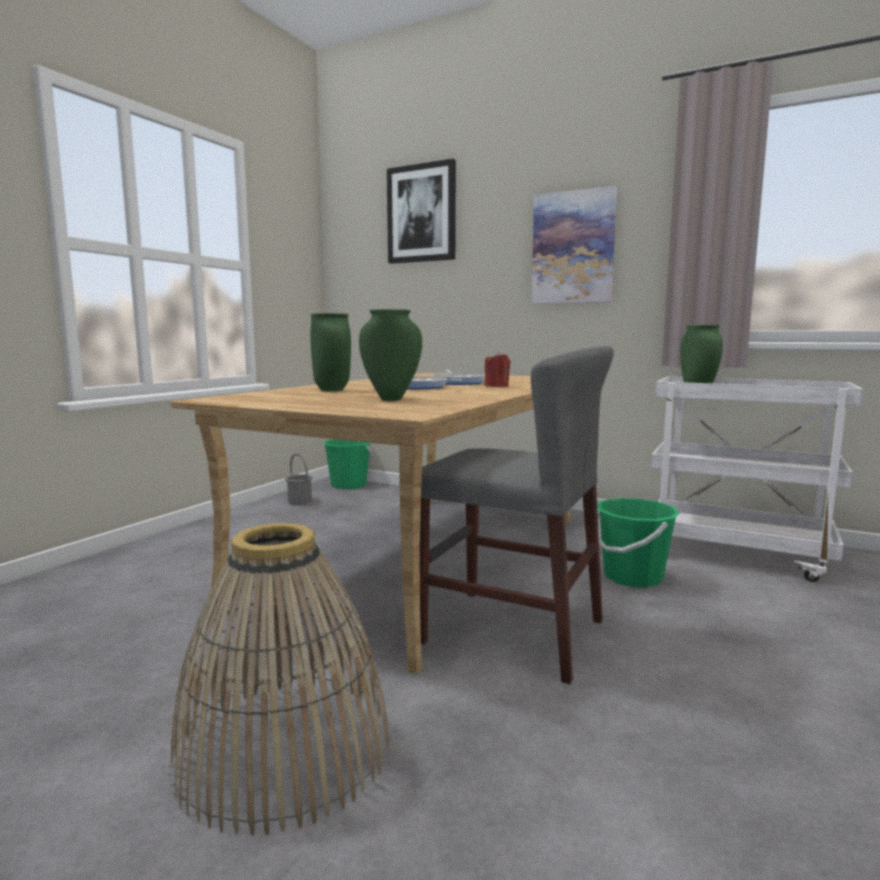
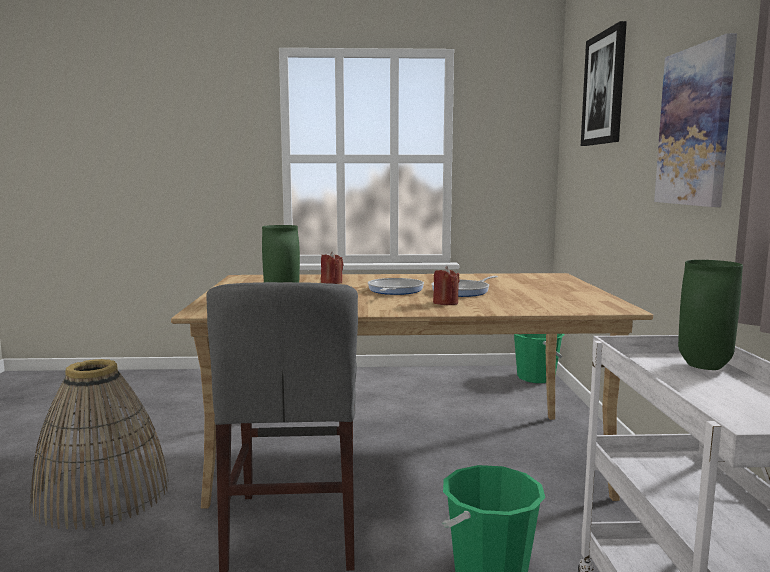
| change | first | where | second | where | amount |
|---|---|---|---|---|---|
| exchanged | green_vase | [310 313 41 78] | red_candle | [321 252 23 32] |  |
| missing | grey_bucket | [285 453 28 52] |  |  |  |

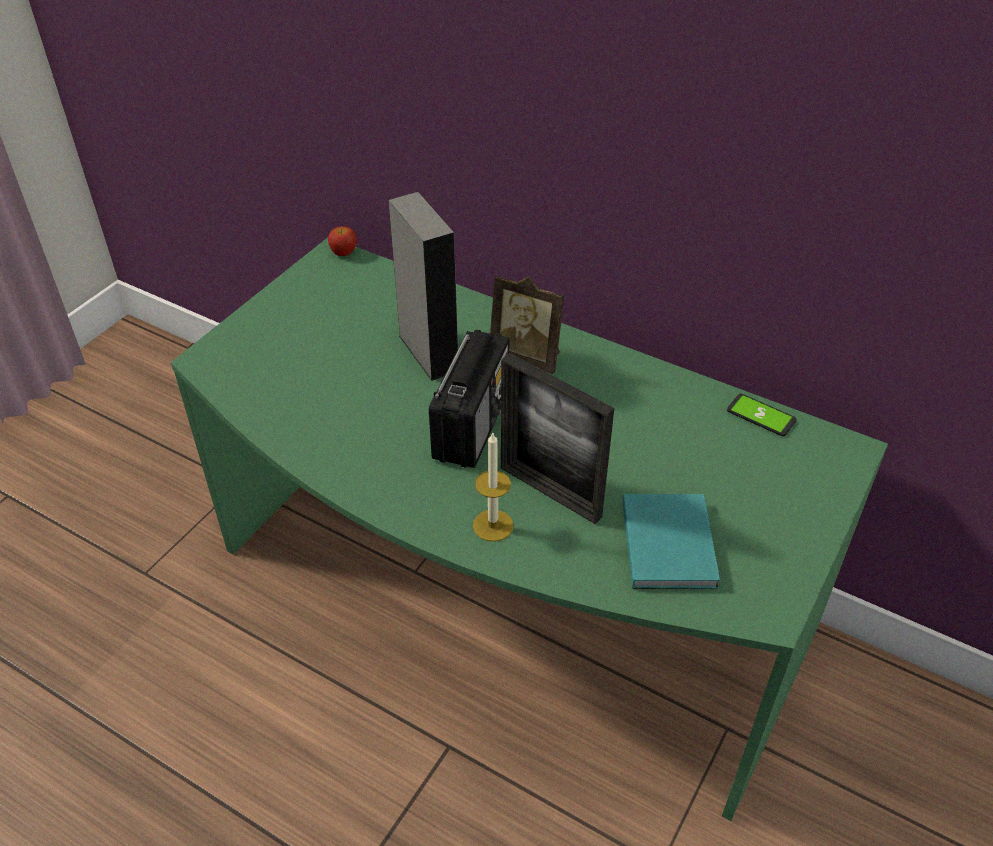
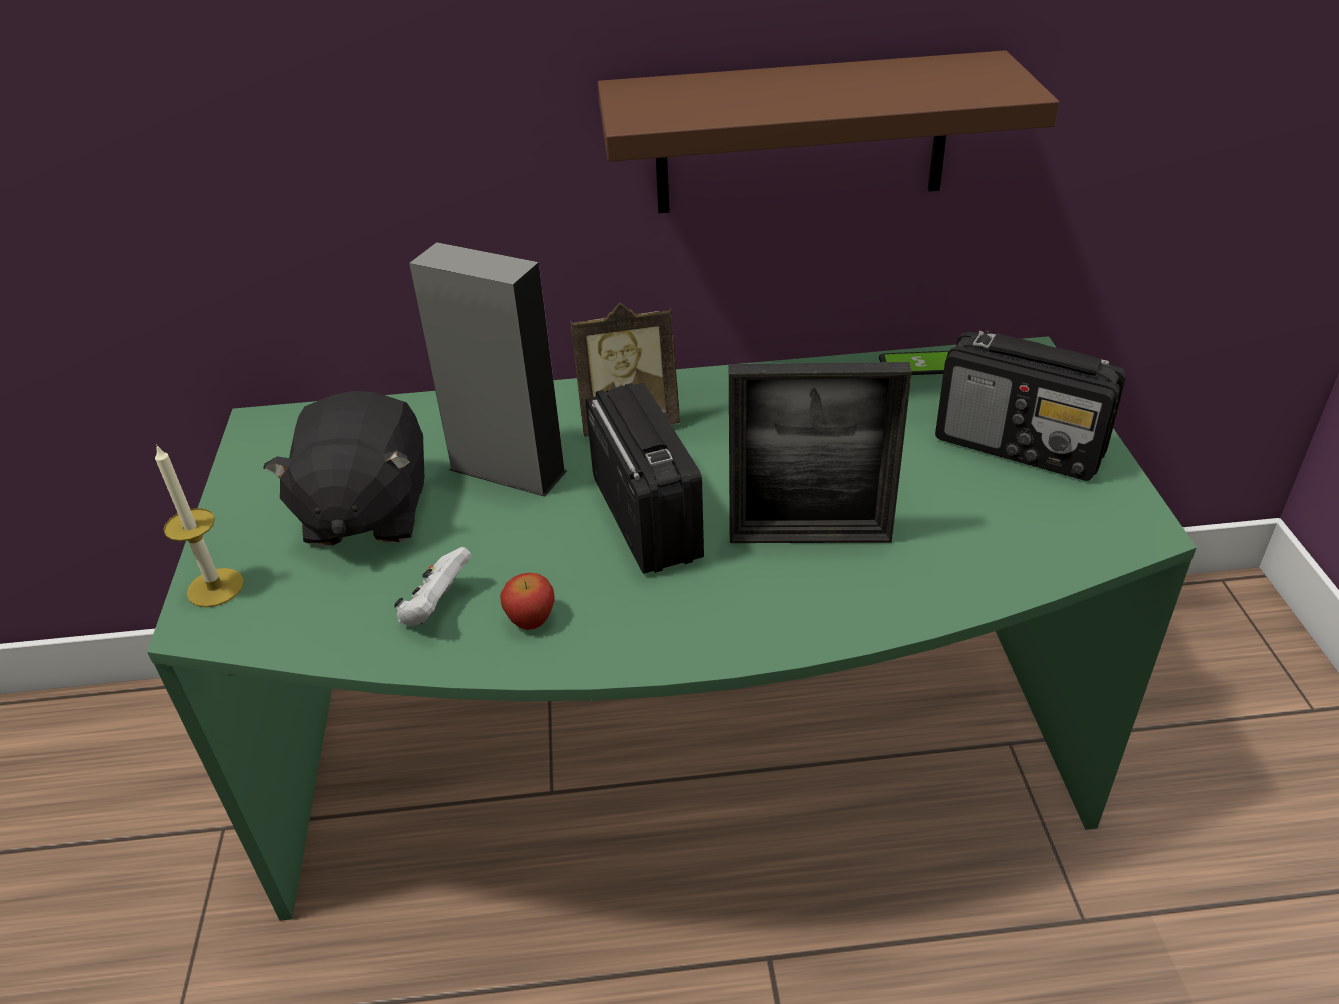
| change | first | where | second | where | amount |
|---|---|---|---|---|---|
| relocated | apple | [328 226 29 30] |  | [500 573 55 57] |  |
| relocated | candle | [473 433 40 109] |  | [155 444 89 163] |  |
| missing | turquoise_book | [623 494 97 95] |  |  |  |
| appeared |  |  | brown_shelf | [598 50 461 163] |  |
| appeared |  |  | radio | [935 331 191 150] |  |
| appeared |  |  | black_plush_toy | [263 391 161 155] |  |
| appeared |  |  | white_game_controller | [394 547 78 79] |  |

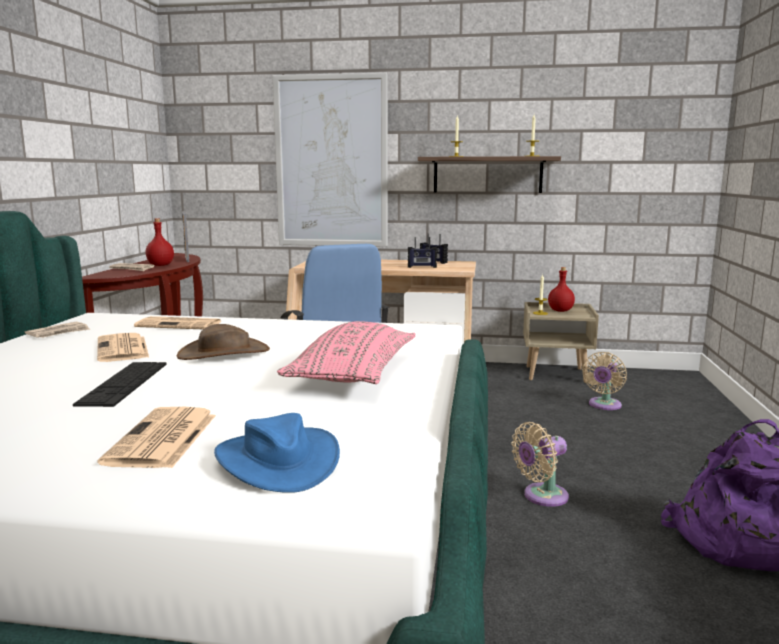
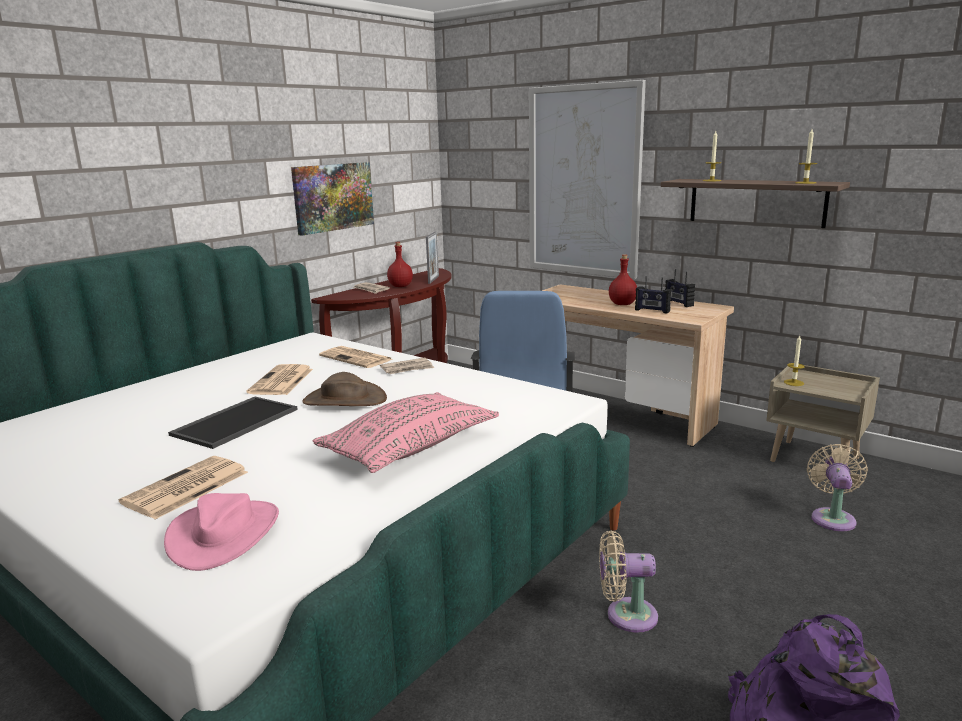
| change | first | where | second | where | amount |
|---|---|---|---|---|---|
| relocated | red_bottle | [548 267 27 45] |  | [609 254 28 51] |  |
| relocated | newspaper | [25 322 66 16] |  | [380 358 54 16] |  |
| spun | beige_fan | [582 352 45 58] |  | [807 444 61 87] | 135 degrees clockwise |
| exchanged | keyboard | [73 362 94 45] | tray | [168 397 130 52] |  |
| colour | blue_hat | [214 413 126 80] | pink_hat | [164 493 115 78] |  |
| appeared |  |  | picture | [291 162 83 74] |  |

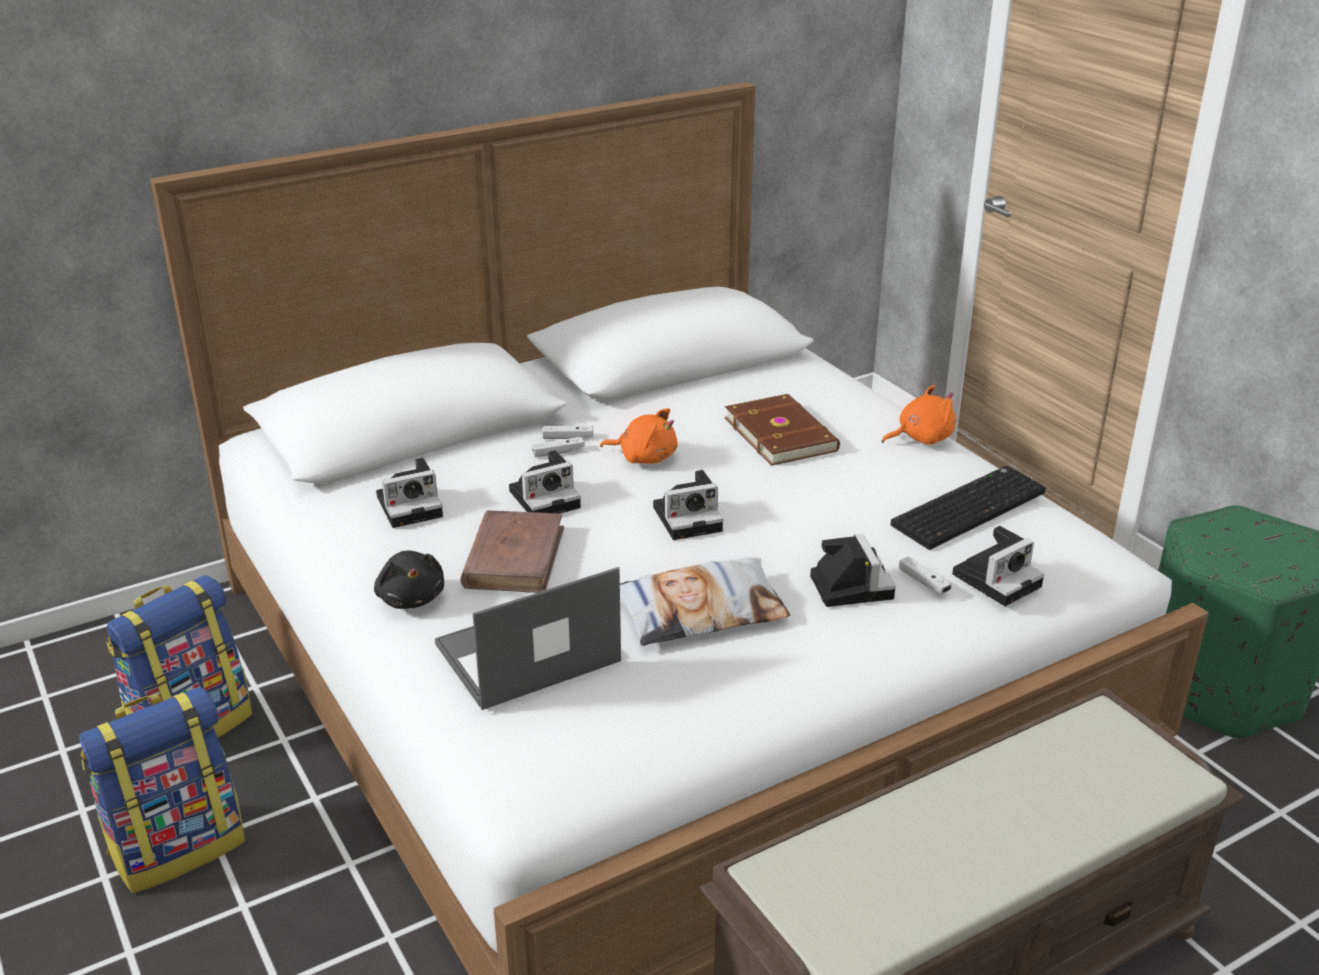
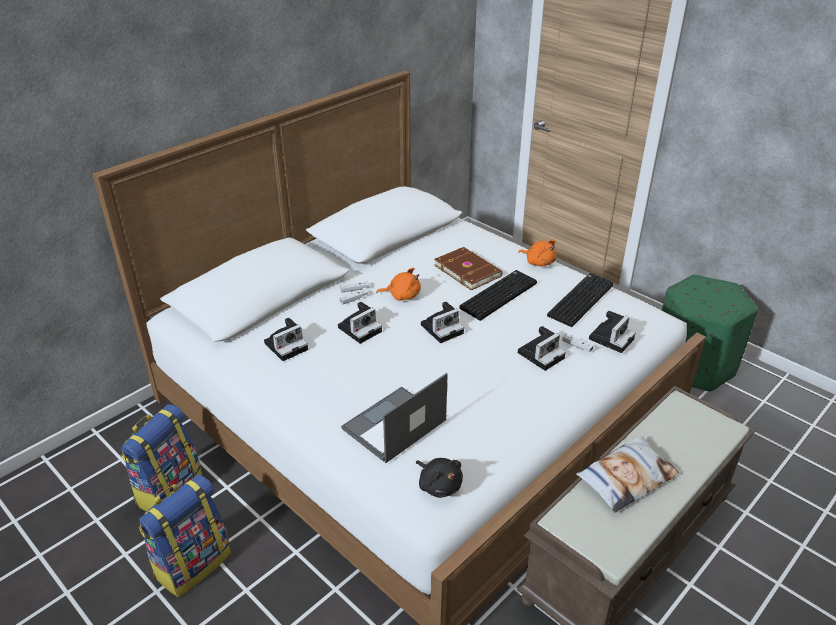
| change | first | where | second | where | amount |
|---|---|---|---|---|---|
| spun | orange_plush_toy | [882 385 74 60] |  | [518 240 39 26] | 75 degrees clockwise |
| missing | brown_book | [461 510 103 83] |  |  |  |
| spun | photo_camera | [810 534 86 73] |  | [518 326 48 45] | 75 degrees clockwise |
| relocated | black_plush_toy | [374 550 70 59] |  | [416 458 47 40] |  |
| relocated | pillow | [620 557 170 89] |  | [576 436 103 77] |  |
| appeared |  |  | keyboard | [459 270 78 51] |  |

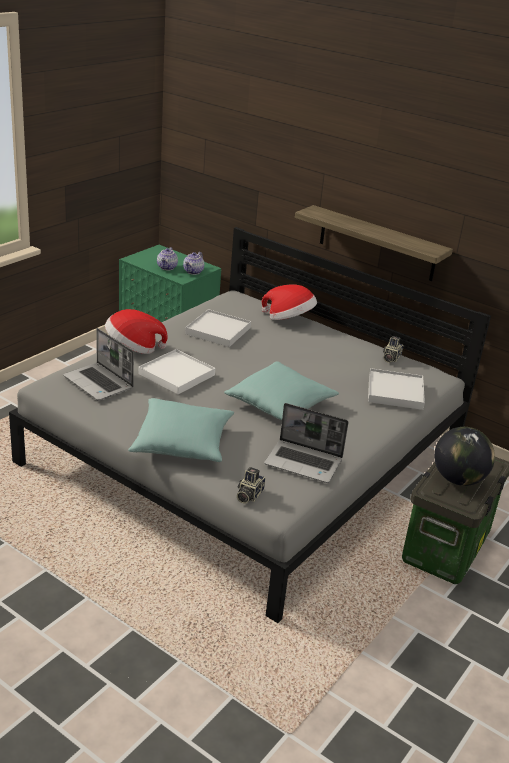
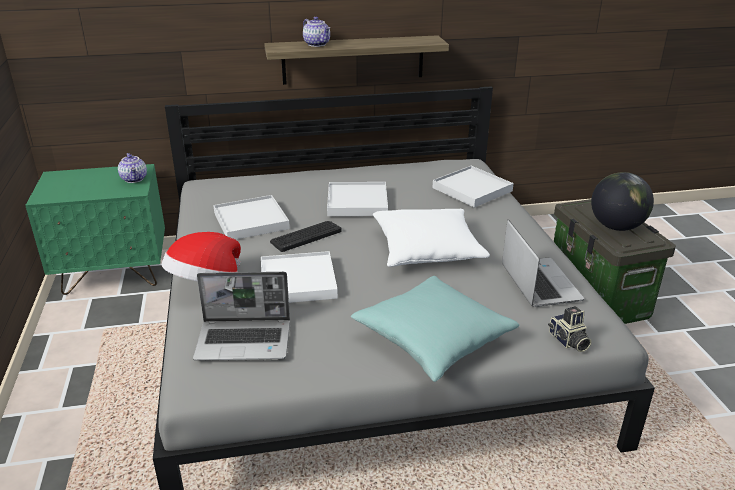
| change | first | where | second | where | amount |
|---|---|---|---|---|---|
| relocated | teapot | [157 247 21 23] |  | [303 17 27 30] |  |
| missing | hat | [262 284 55 36] |  |  |  |
| missing | photo_camera | [383 336 20 27] |  |  |  |
| colour | turquoise_pillow | [224 361 115 59] | white_pillow | [373 209 117 58] |  |
| spun | laptop | [264 403 85 80] |  | [502 220 82 87] | 75 degrees counterclockwise |
| appeared |  |  | white_tray | [327 182 61 34] |  |
| appeared |  |  | keyboard | [270 221 72 31] |  |

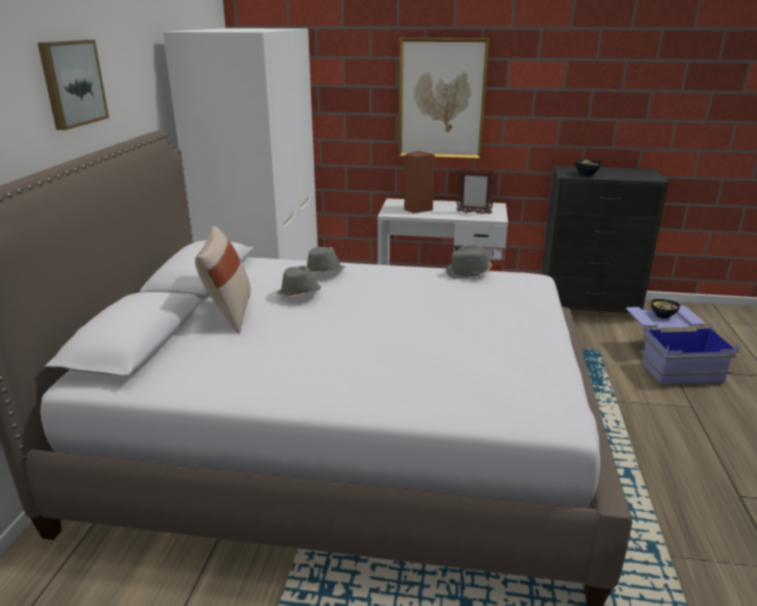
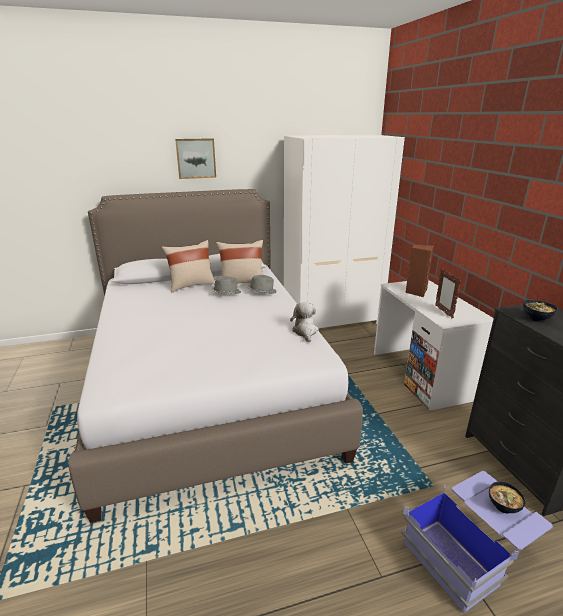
| change | first | where | second | where | amount |
|---|---|---|---|---|---|
| missing | picture | [398 38 92 121] |  |  |  |
| exchanged | grey_hat | [446 245 46 35] | plush_toy | [290 302 29 40] |  |
| appeared |  |  | beige_pillow | [216 240 47 43] |  |

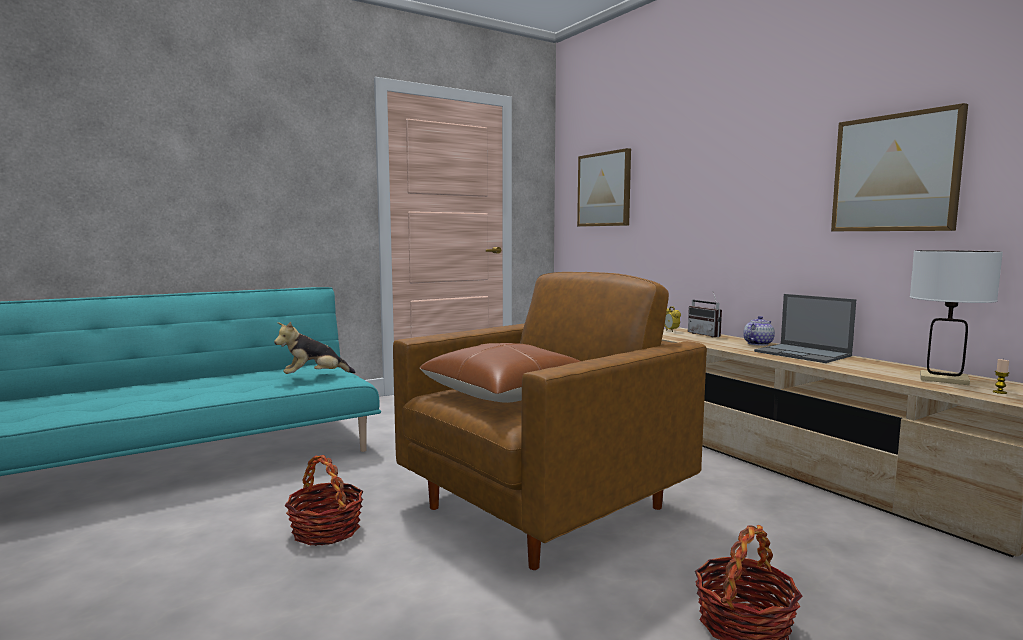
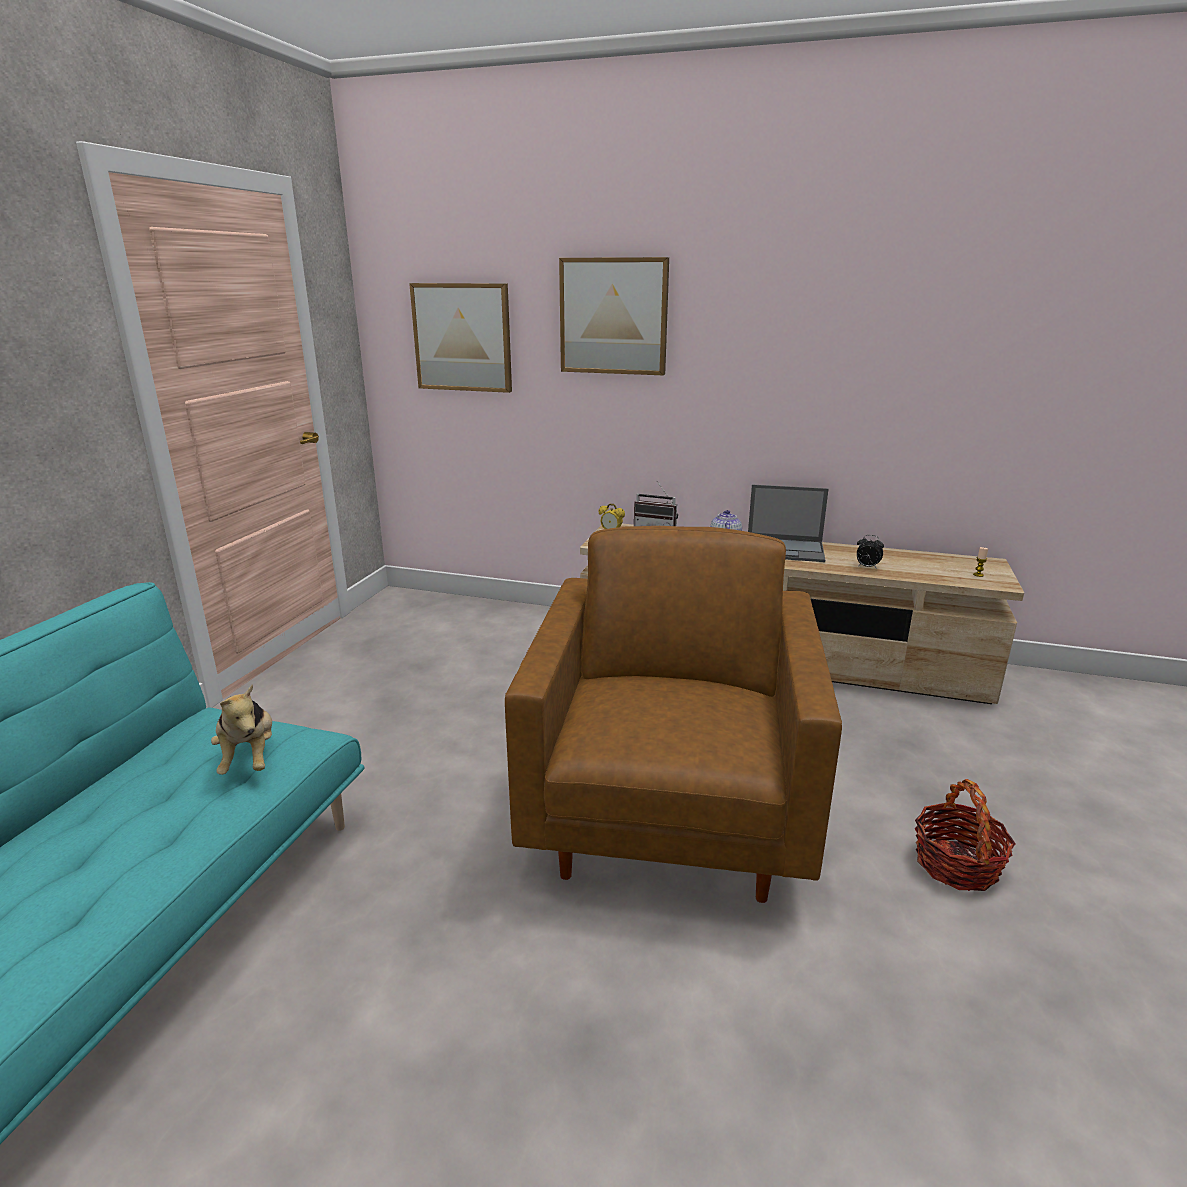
| change | first | where | second | where | amount |
|---|---|---|---|---|---|
| relocated | picture | [831 103 137 128] |  | [559 257 110 118] |  |
| missing | white_table_lamp | [910 250 93 135] |  |  |  |
| spun | plush_toy | [274 322 82 52] |  | [211 685 61 90] | 45 degrees counterclockwise |
| missing | brown_pillow | [419 343 162 60] |  |  |  |
| missing | basket | [284 455 79 91] |  |  |  |
| appeared |  |  | alarm_clock | [857 535 27 34] |  |

